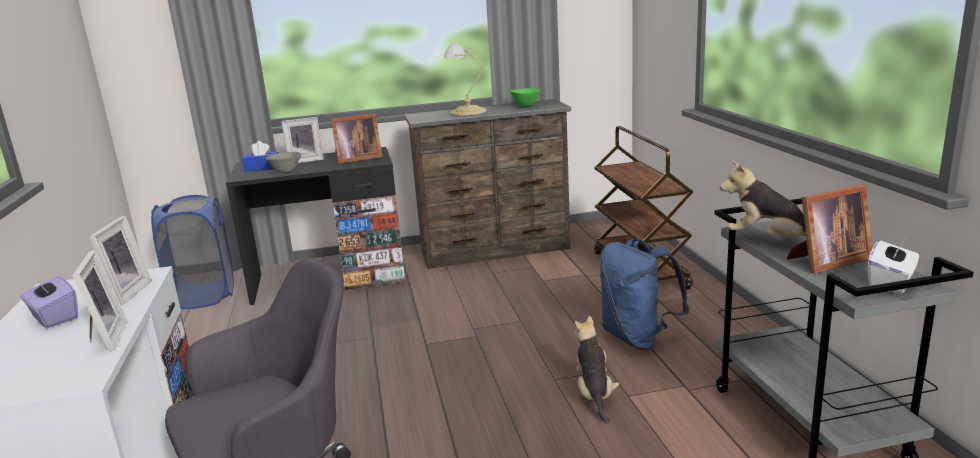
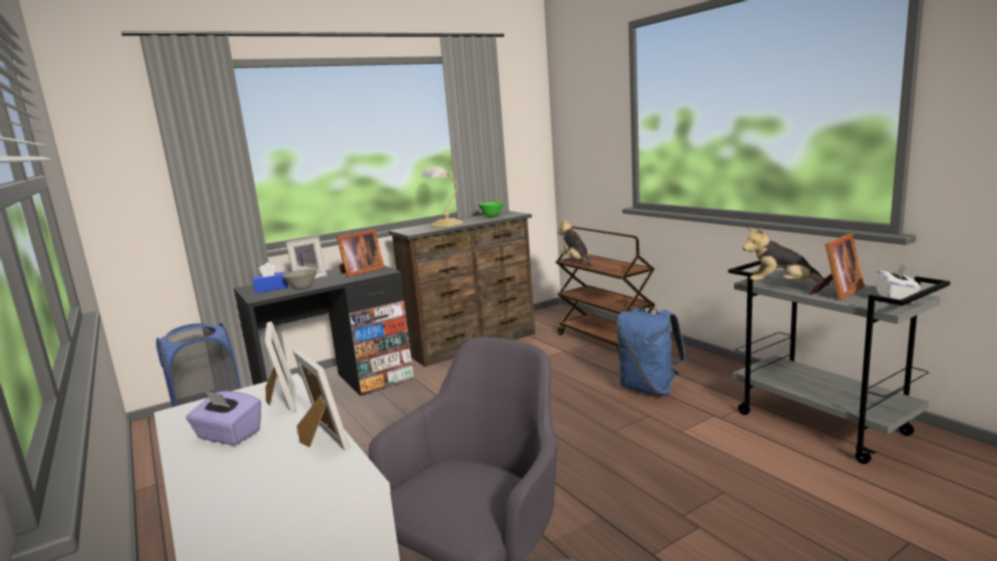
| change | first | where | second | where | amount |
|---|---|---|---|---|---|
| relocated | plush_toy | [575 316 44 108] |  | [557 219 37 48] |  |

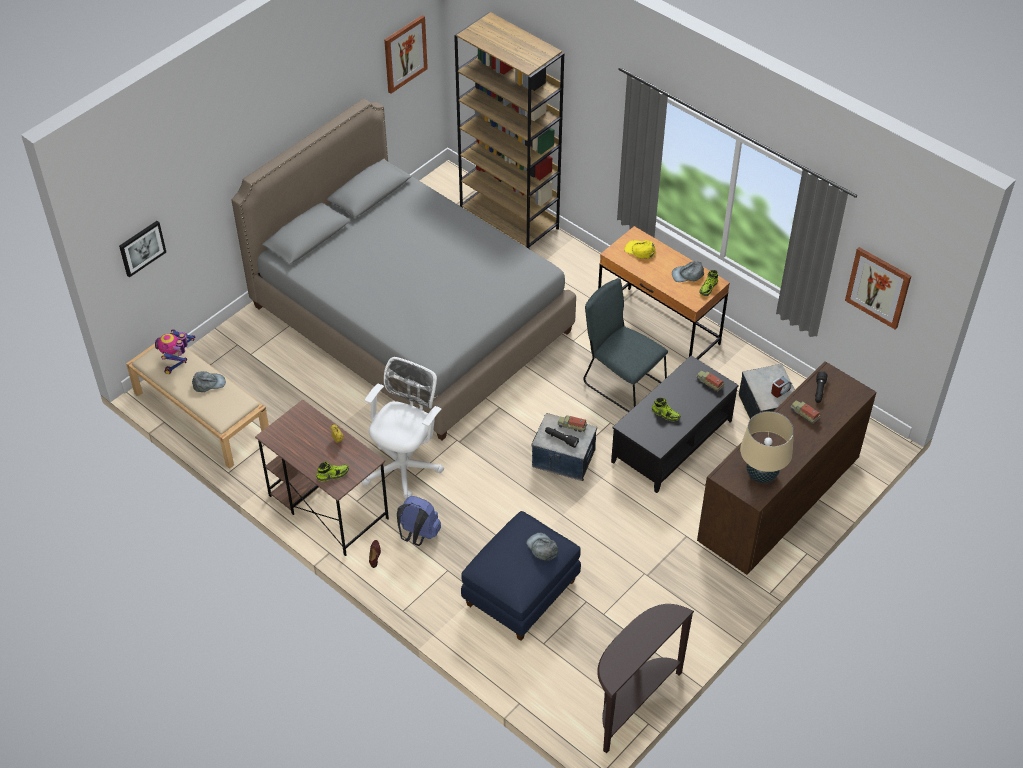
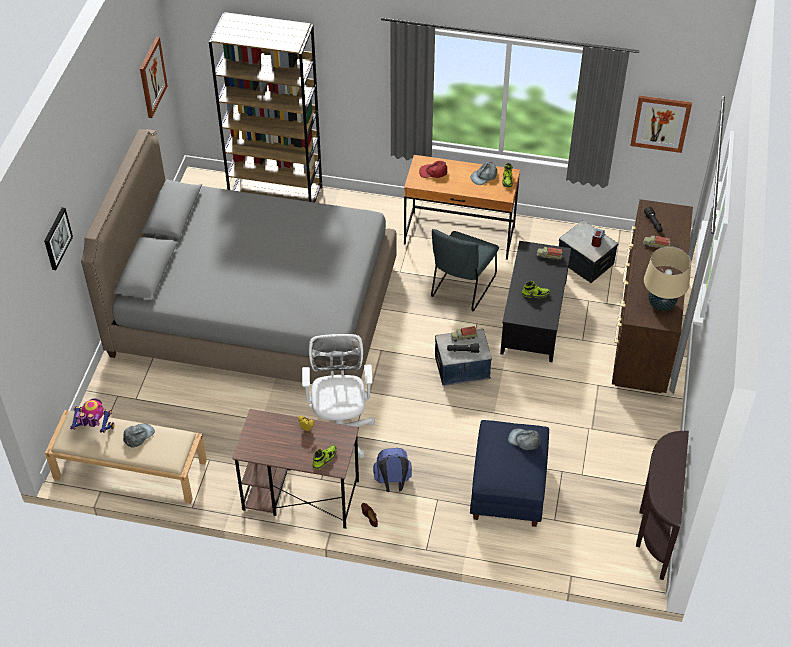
| change | first | where | second | where | amount |
|---|---|---|---|---|---|
| relocated | picture | [119 221 47 56] |  | [44 207 29 63] |  |
| colour | yellow_cap | [624 240 32 18] | red_cap | [419 161 28 17] |  |
| spun | grey_chair | [583 278 85 134] |  | [431 229 68 82] | 75 degrees counterclockwise |
| spun | toy_robot | [155 329 40 45] |  | [70 398 44 35] | 120 degrees clockwise |

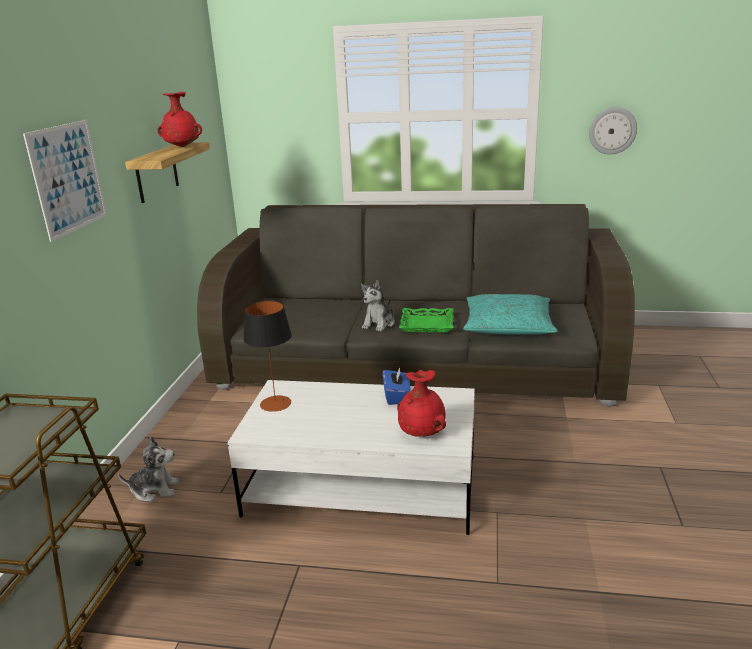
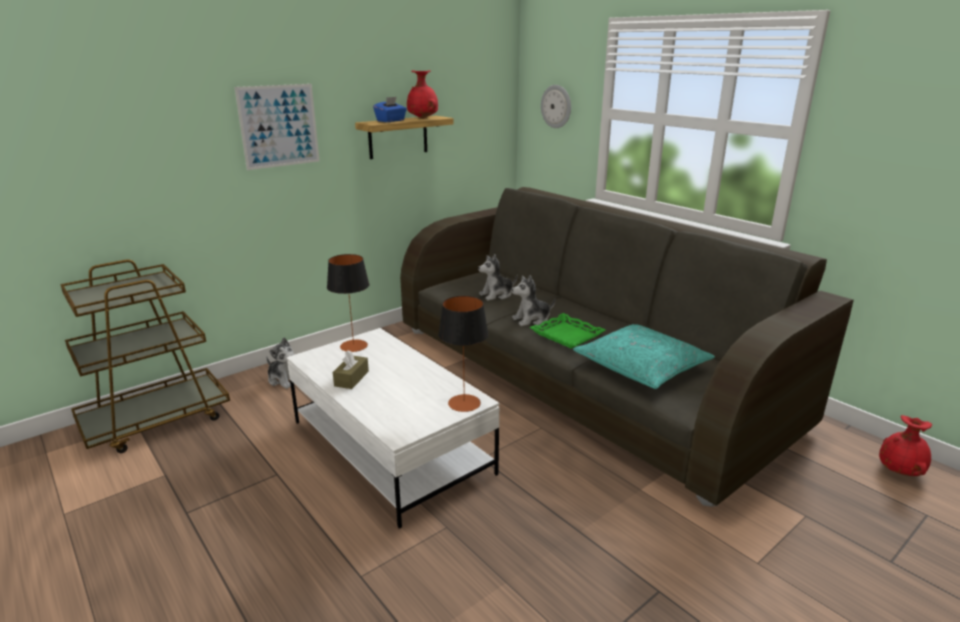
| change | first | where | second | where | amount |
|---|---|---|---|---|---|
| relocated | wall_clock | [589 107 48 48] |  | [541 85 30 43] |  |
| relocated | blue_tissue_box | [383 367 27 38] |  | [373 97 34 25] |  |
| relocated | red_vase | [397 370 49 67] |  | [879 415 53 61] |  |
| appeared |  |  | plush_toy | [478 254 39 46] |  |
| appeared |  |  | table_lamp | [438 296 50 116] |  |
| appeared |  |  | brown_tissue_box | [333 350 36 39] |  |

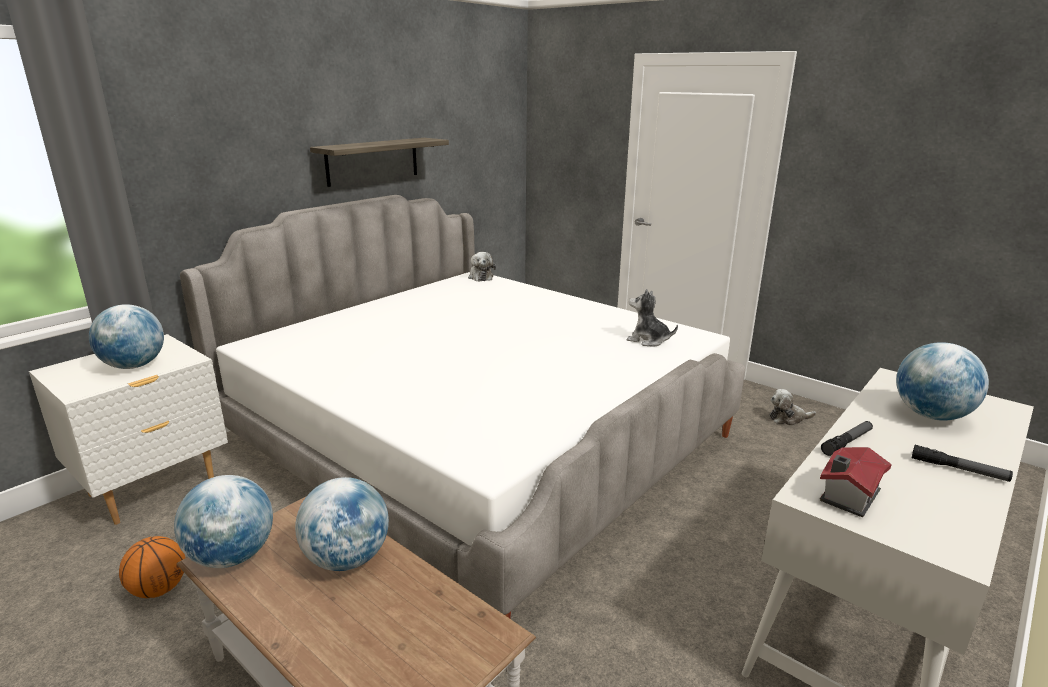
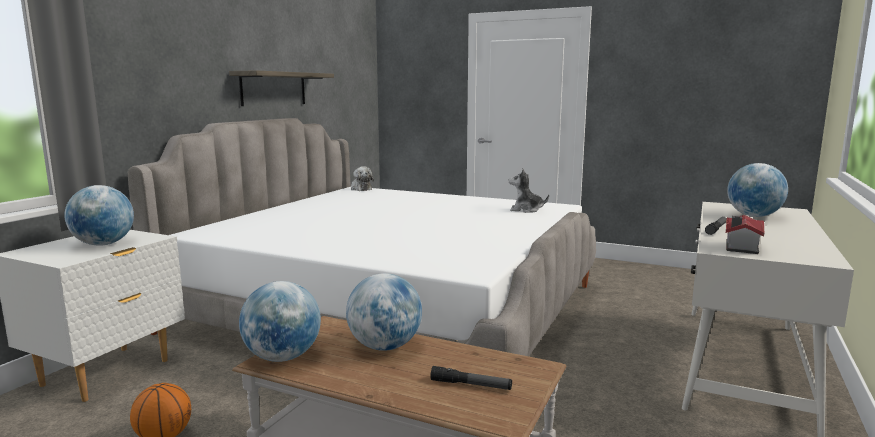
| change | first | where | second | where | amount |
|---|---|---|---|---|---|
| missing | plush_toy | [769 389 47 37] |  |  |  |
| relocated | flashlight | [912 445 101 37] |  | [431 366 81 24] |  |

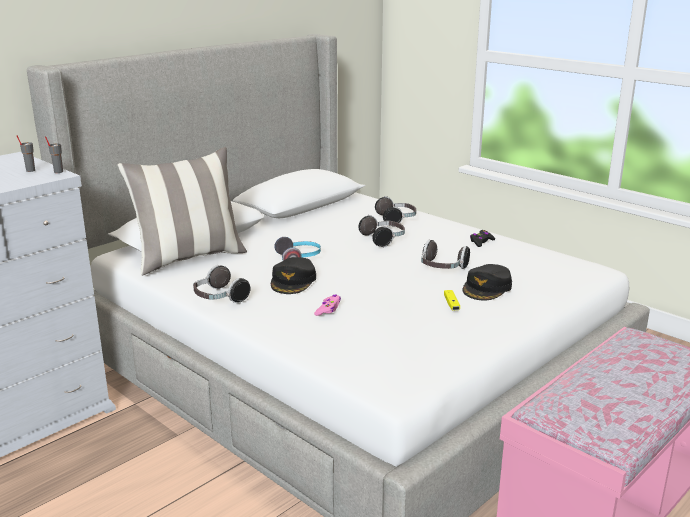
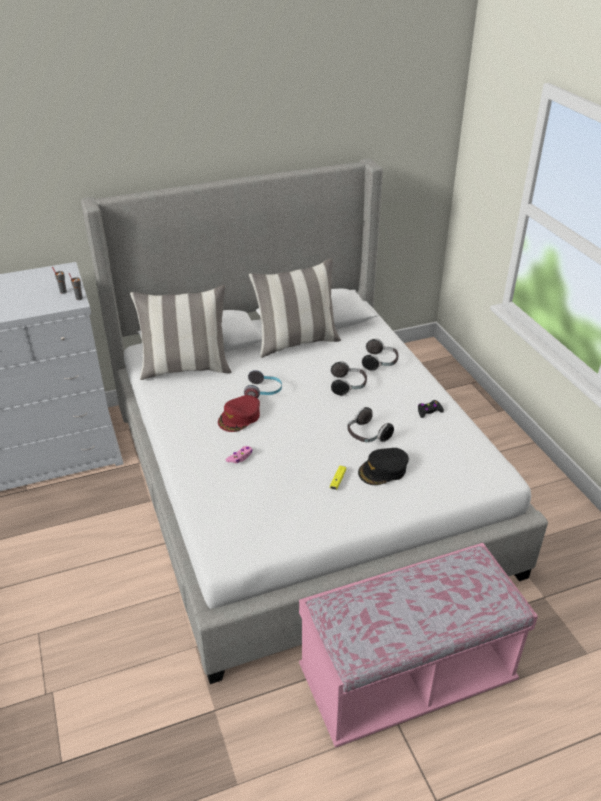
| change | first | where | second | where | amount |
|---|---|---|---|---|---|
| colour | black_cap | [271 257 45 37] | red_cap | [218 395 42 37] |  |
| missing | headphones | [193 265 57 38] |  |  |  |
| appeared |  |  | pillow | [249 258 92 100] |  |

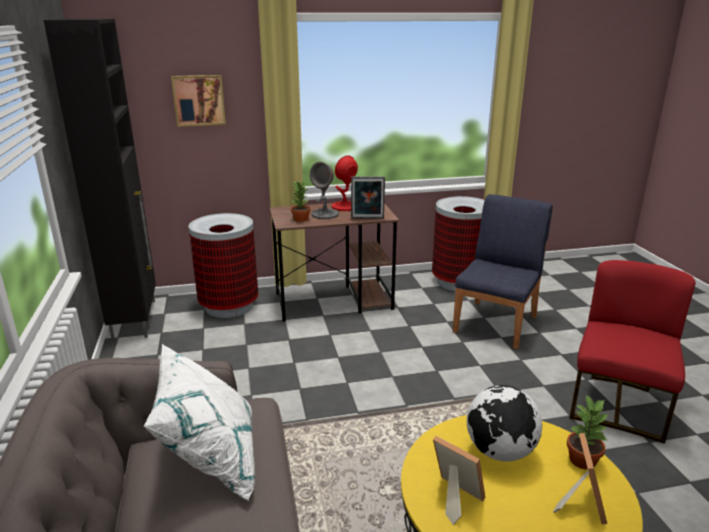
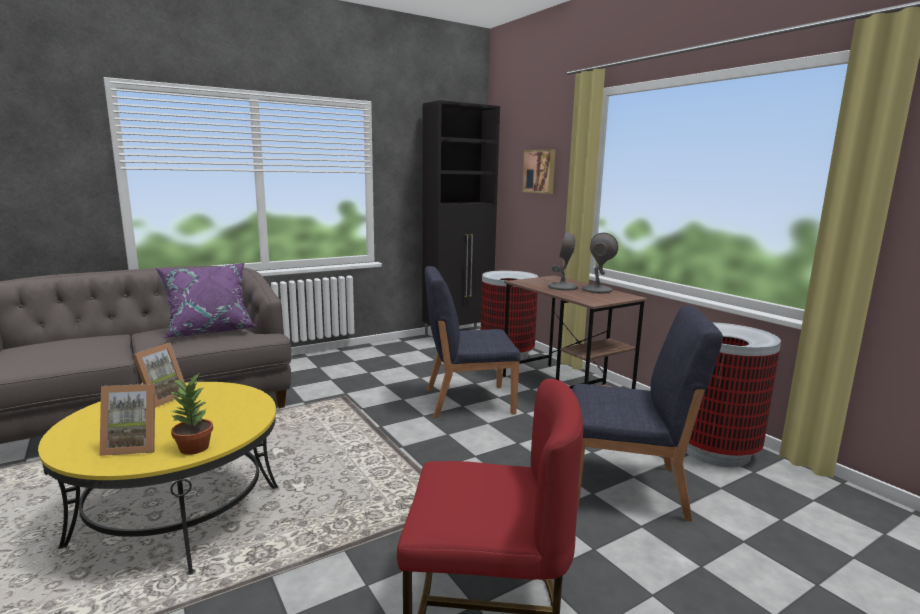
| change | first | where | second | where | amount |
|---|---|---|---|---|---|
| colour | red_table_lamp | [332 155 26 56] | grey_table_lamp | [582 233 36 60] |  |
| missing | picture_frame | [351 177 34 42] |  |  |  |
| missing | potted_plant | [291 180 20 42] |  |  |  |
| colour | white_pillow | [144 344 111 156] | purple_pillow | [156 263 103 75] |  |
| missing | globe | [467 385 75 76] |  |  |  |
| appeared |  |  | blue_chair | [425 266 95 152] |  |

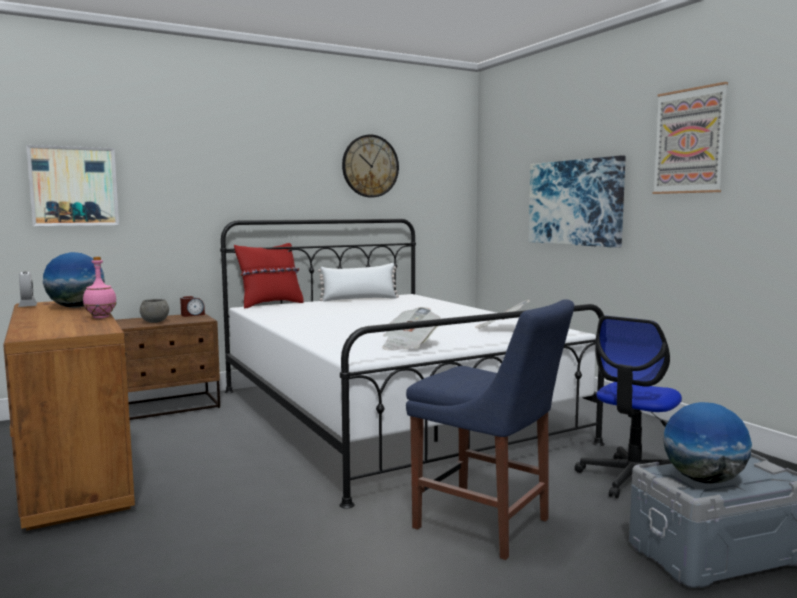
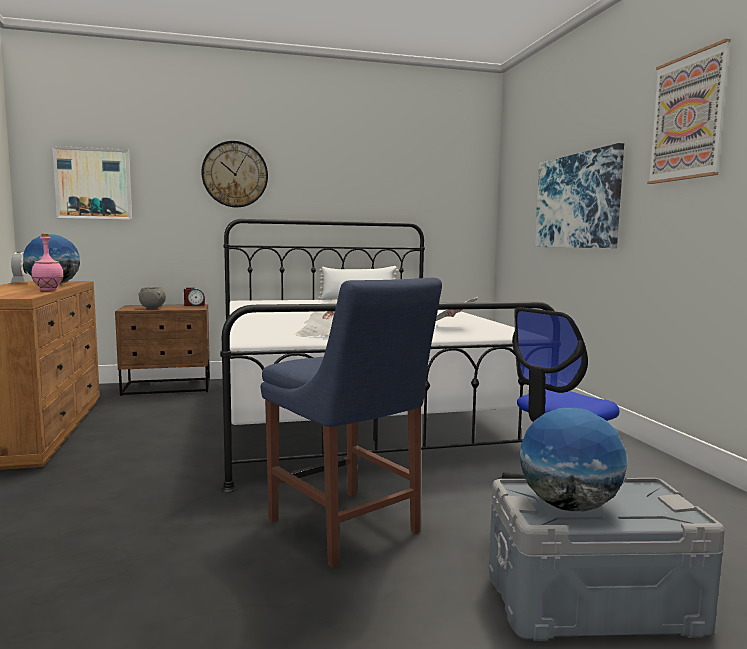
| change | first | where | second | where | amount |
|---|---|---|---|---|---|
| relocated | wall_clock | [342 134 57 64] |  | [201 141 67 66] |  |
| missing | red_pillow | [234 243 70 66] |  |  |  |

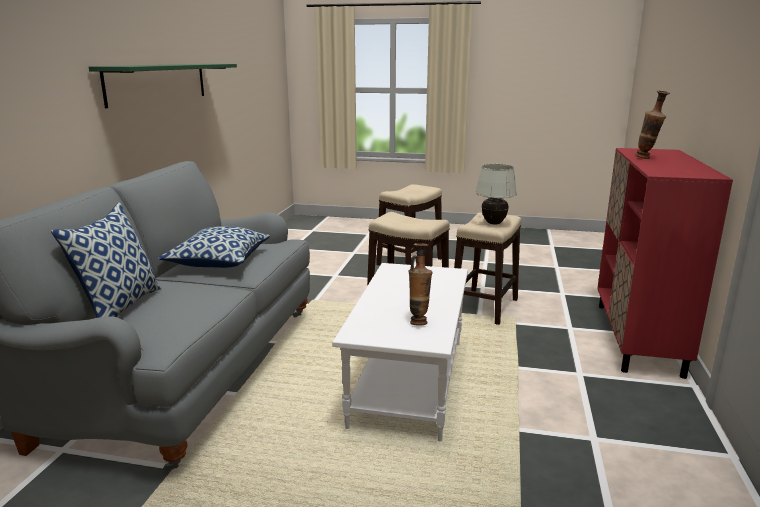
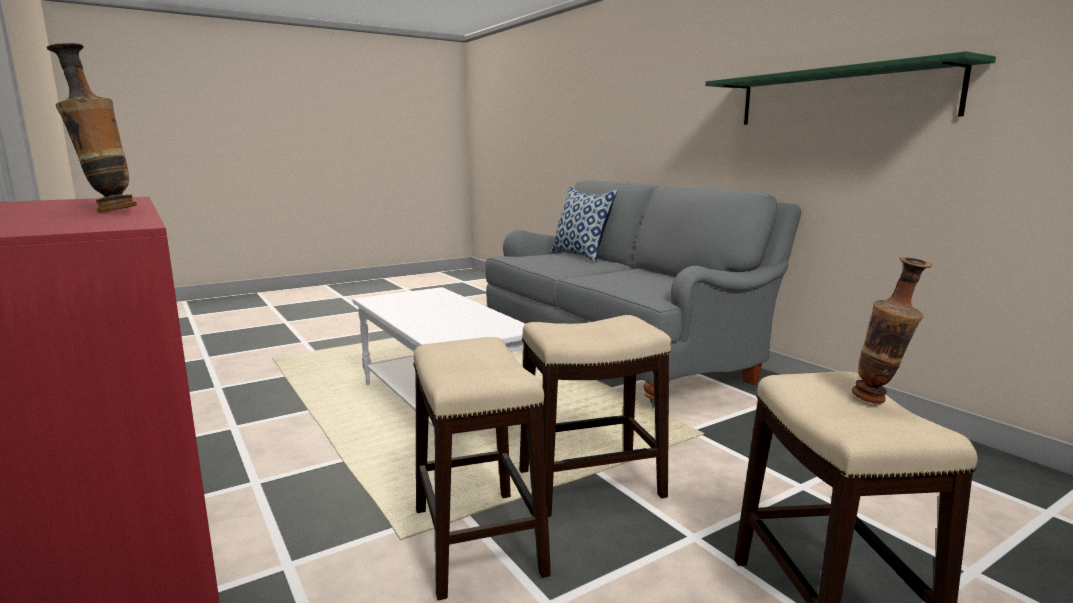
| change | first | where | second | where | amount |
|---|---|---|---|---|---|
| missing | white_table_lamp | [475 164 42 60] |  |  |  |
| missing | pillow | [158 226 112 42] |  |  |  |
| relocated | vase | [408 243 24 83] |  | [852 257 80 147] |  |

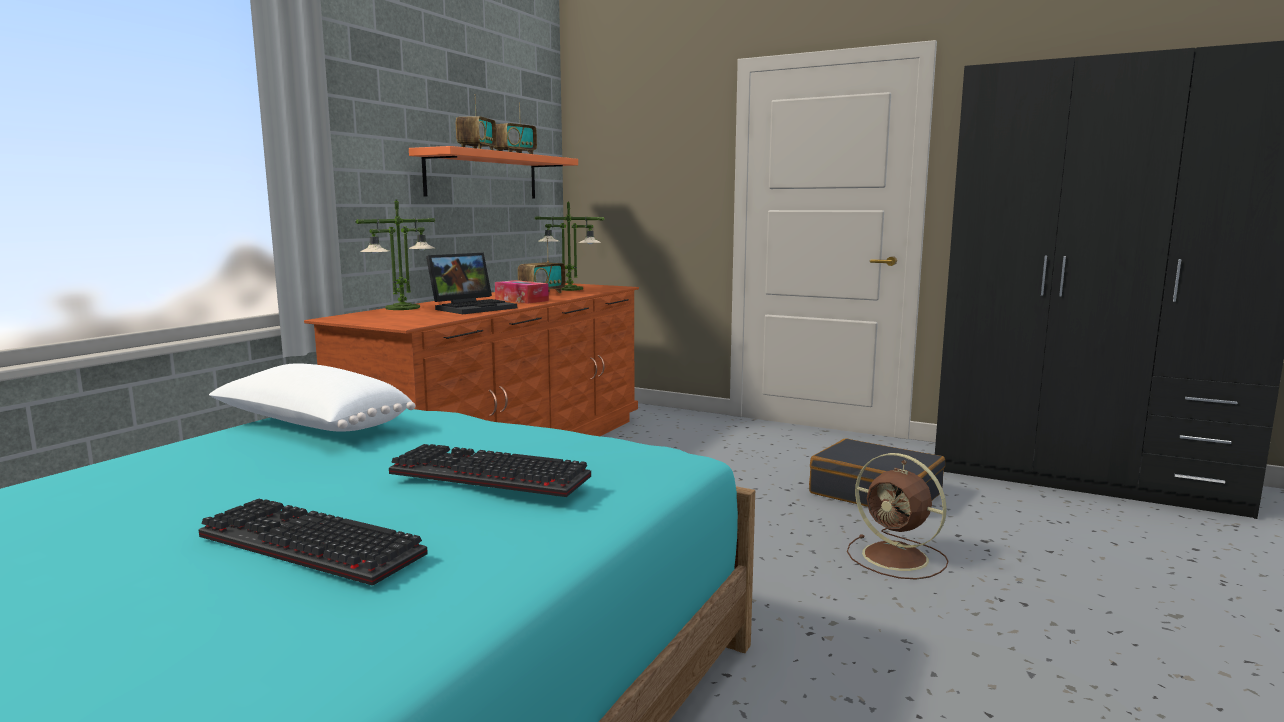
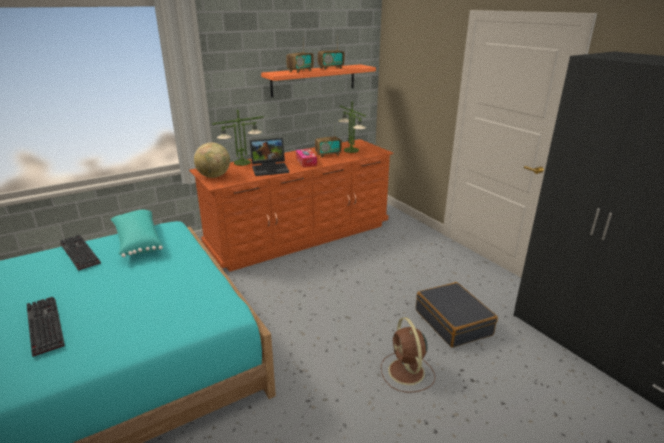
| change | first | where | second | where | amount |
|---|---|---|---|---|---|
| colour | white_pillow | [209 363 206 68] | turquoise_pillow | [111 210 52 47] |  |
| relocated | keyboard | [389 444 202 53] |  | [60 235 41 36] |  |
| appeared |  |  | globe | [194 142 36 36] |  |

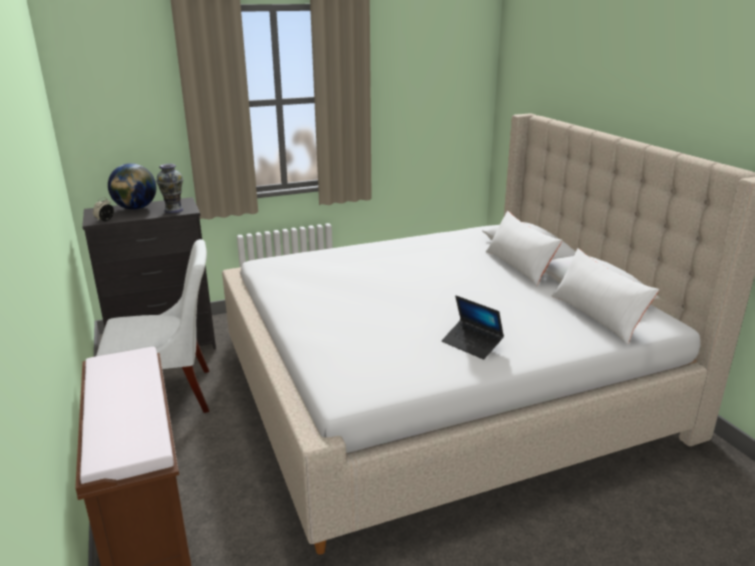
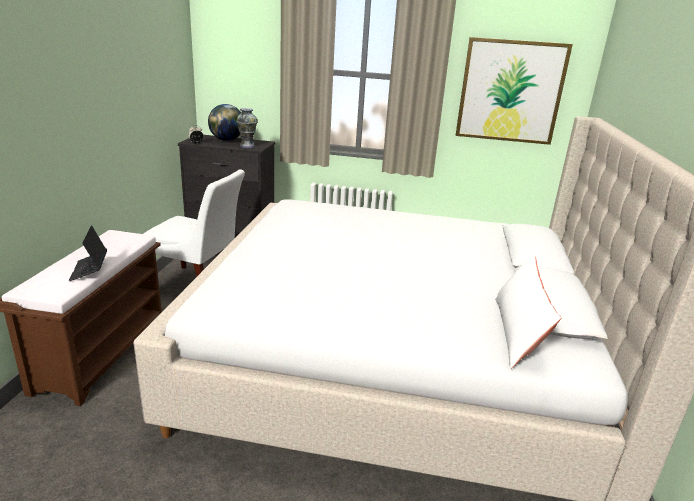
| change | first | where | second | where | amount |
|---|---|---|---|---|---|
| missing | white_pillow | [486 211 76 75] |  |  |  |
| relocated | laptop | [442 295 62 65] |  | [69 225 38 56] |  |
| appeared |  |  | picture | [456 37 117 108] |  |

